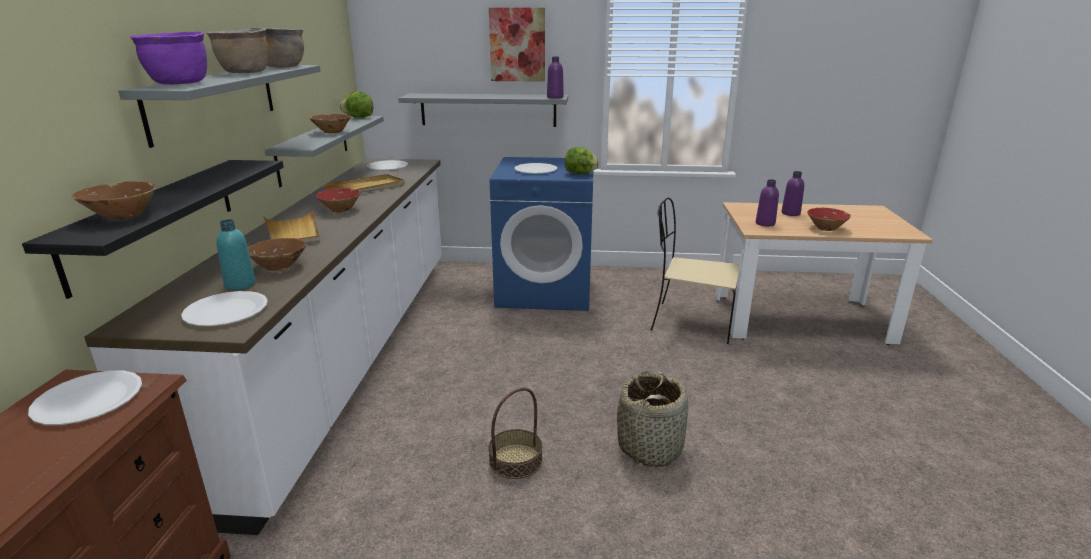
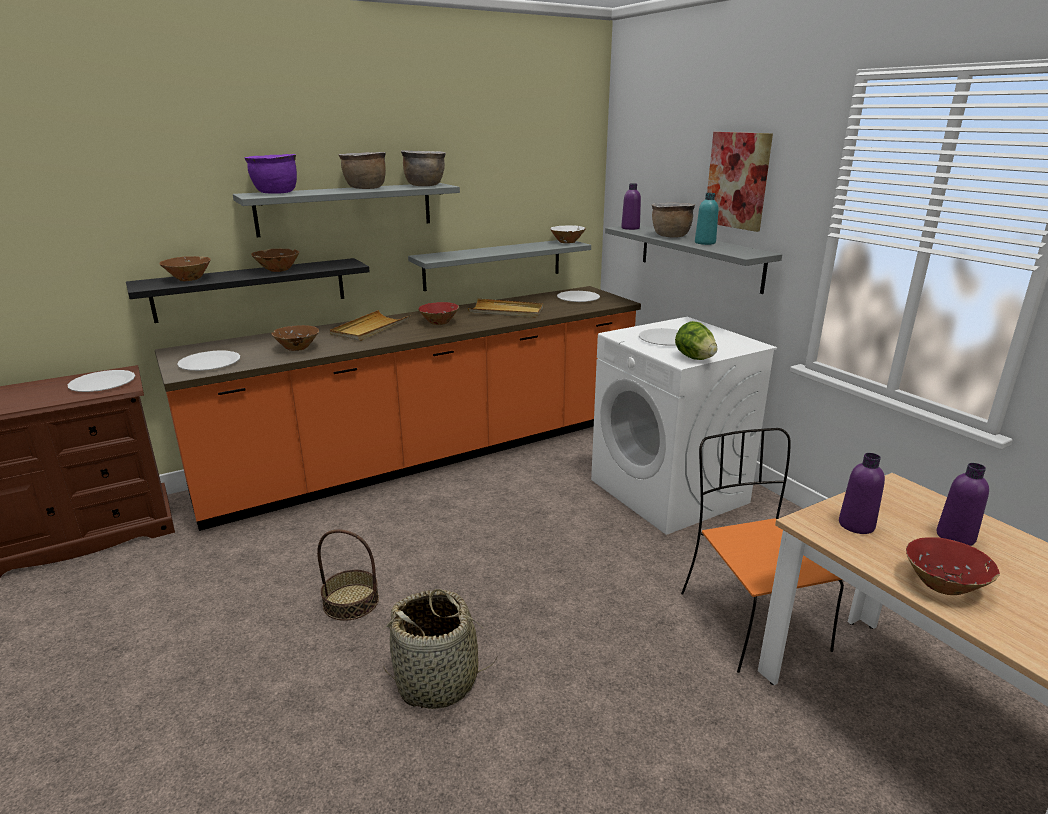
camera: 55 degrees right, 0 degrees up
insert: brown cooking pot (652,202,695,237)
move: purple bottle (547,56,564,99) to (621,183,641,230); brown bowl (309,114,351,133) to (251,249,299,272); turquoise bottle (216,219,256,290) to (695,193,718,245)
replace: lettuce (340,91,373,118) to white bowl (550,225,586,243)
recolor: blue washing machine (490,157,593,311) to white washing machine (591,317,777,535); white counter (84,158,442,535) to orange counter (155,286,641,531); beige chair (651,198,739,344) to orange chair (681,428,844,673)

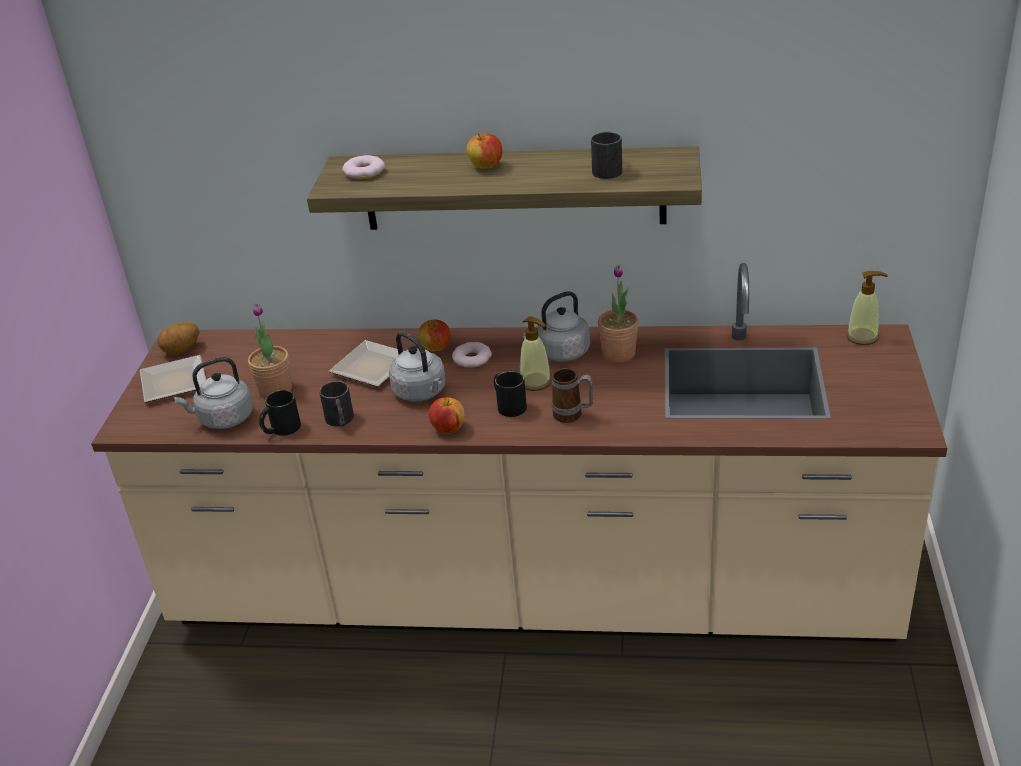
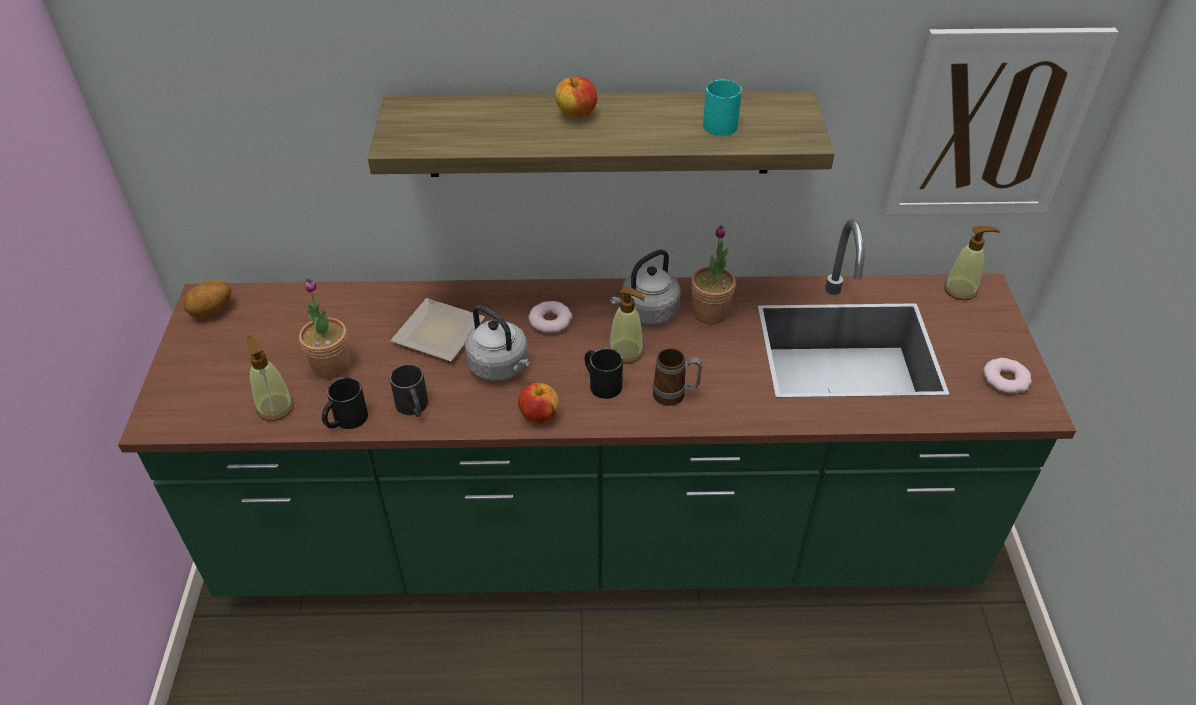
camera: 10 degrees left, 10 degrees up
delete: apple (418,320,450,351); plate (140,355,206,403)
insert: picture (883,28,1118,216)
move: donut (342,155,385,179) to (983,358,1032,394)
replace: grey kettle (174,357,253,429) to soap dispenser (246,335,294,421)
recolor: black mug (591,132,622,179) to turquoise mug (703,79,742,136); beige counter (91,263,947,642) to green counter (118,219,1076,597)

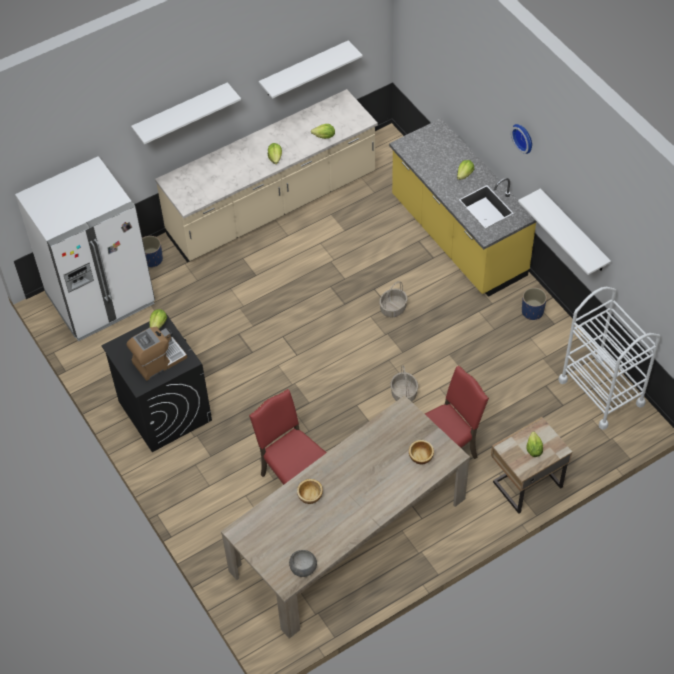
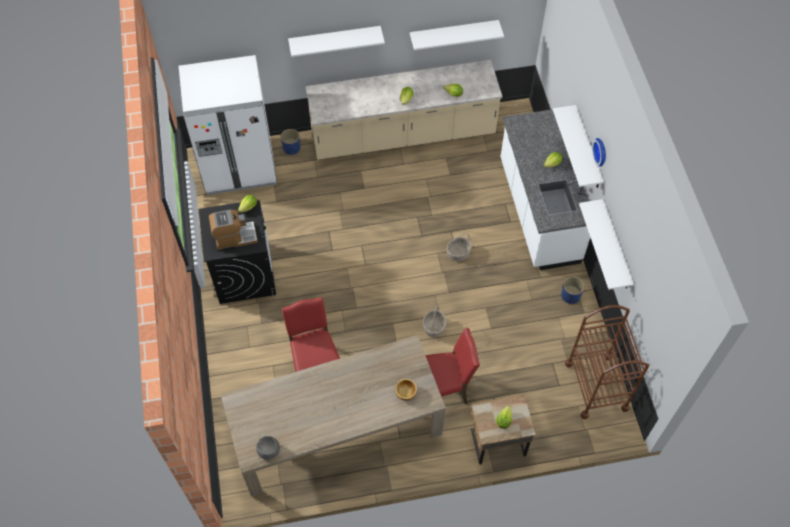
camera: 20 degrees right, 5 degrees up
delete: bowl (297,479,323,504)
insert: white shelf (553,105,604,188)
recolor: yellow counter (389,118,537,297) to white counter (500,109,590,270); white cart (558,287,661,430) to brown cart (565,305,649,419)

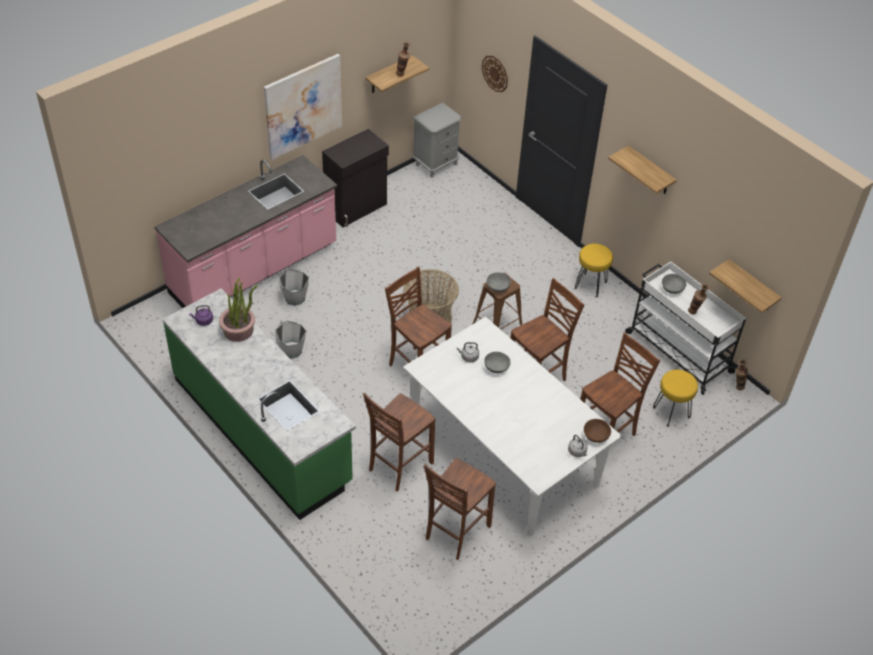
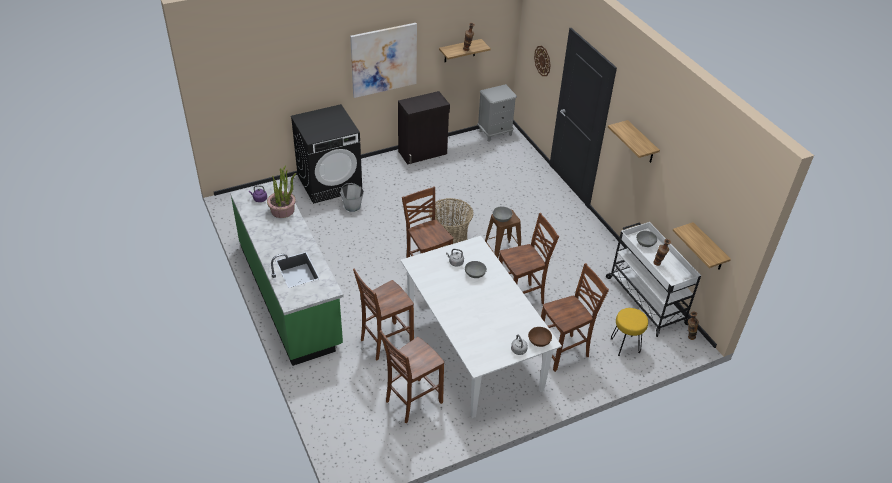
camera: 15 degrees right, 5 degrees down
delete: yellow stool (575,244,613,297); grey bucket (275,321,306,359)
replace: pink counter (155,155,337,308) to black washing machine (291,104,362,204)

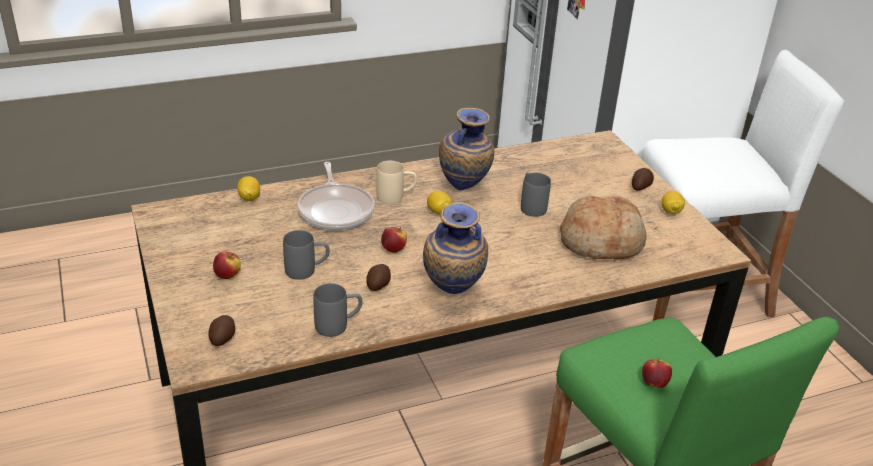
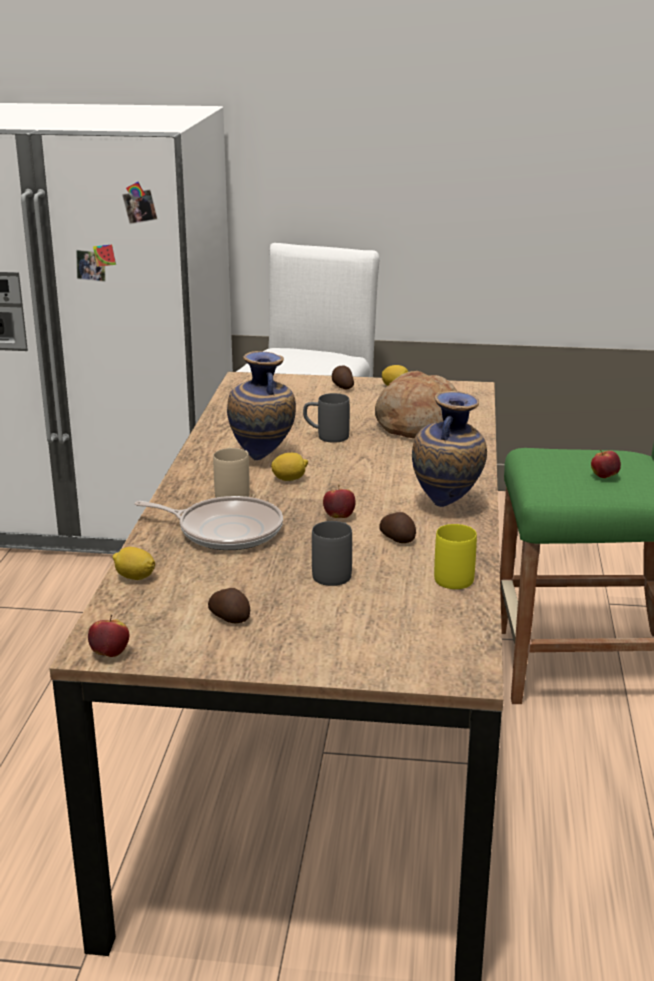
camera: 60 degrees left, 10 degrees down
move: apple (213,252,241,279) to (88,615,129,657); potato (208,315,235,346) to (208,588,250,623)
recolor: grey mug (313,283,362,337) to yellow mug (434,524,477,589)

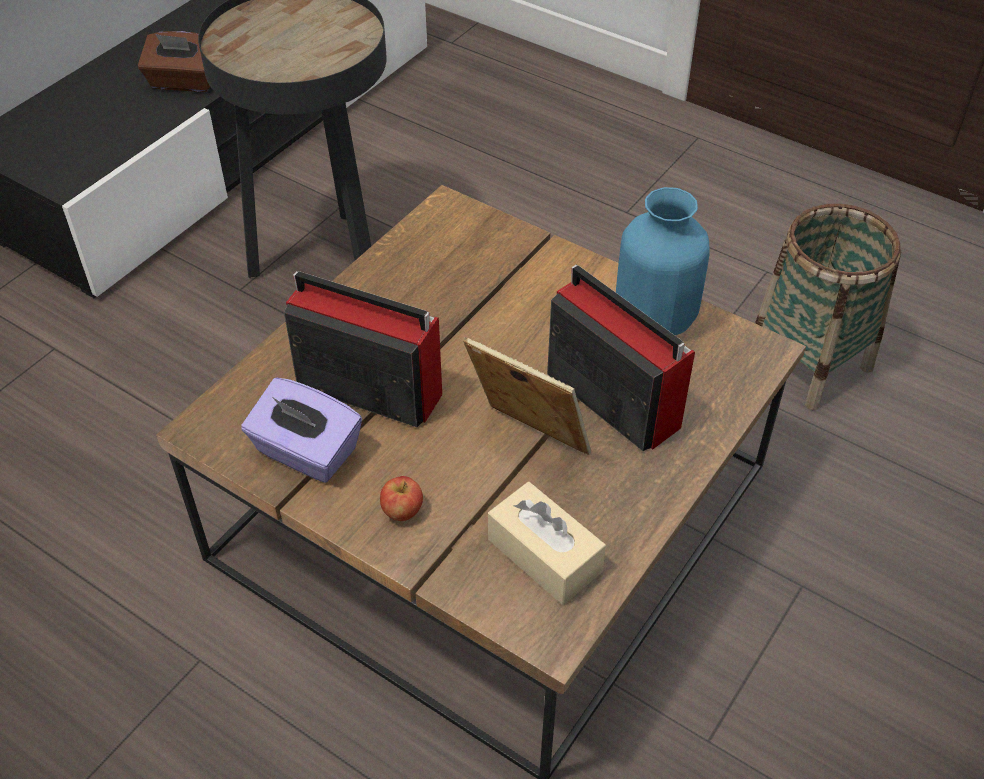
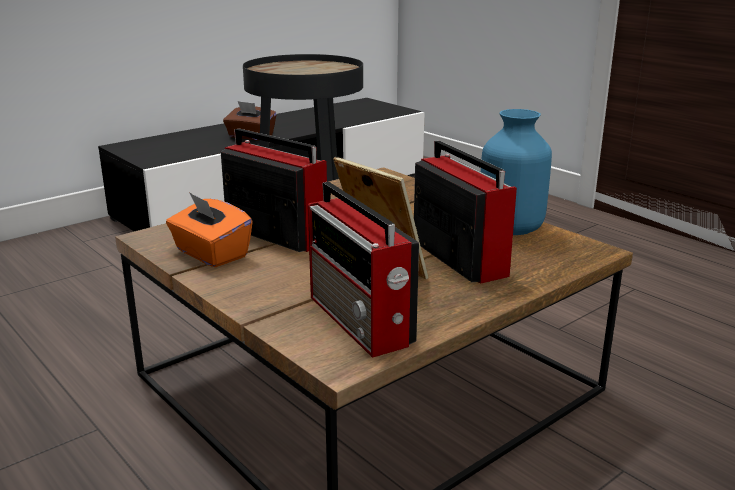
camera: 15 degrees right, 25 degrees down
delete: basket (755,204,902,410); apple (380,476,423,521)
replace: beige tissue box (488,482,606,605) to radio (308,182,419,358)
recolor: purple tissue box (241,378,362,483) to orange tissue box (166,192,253,267)

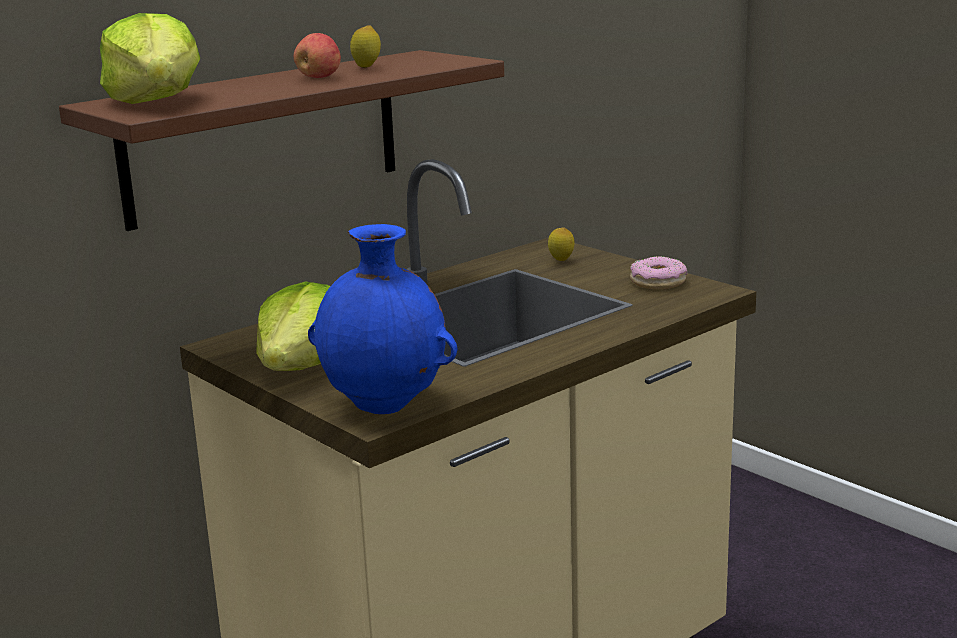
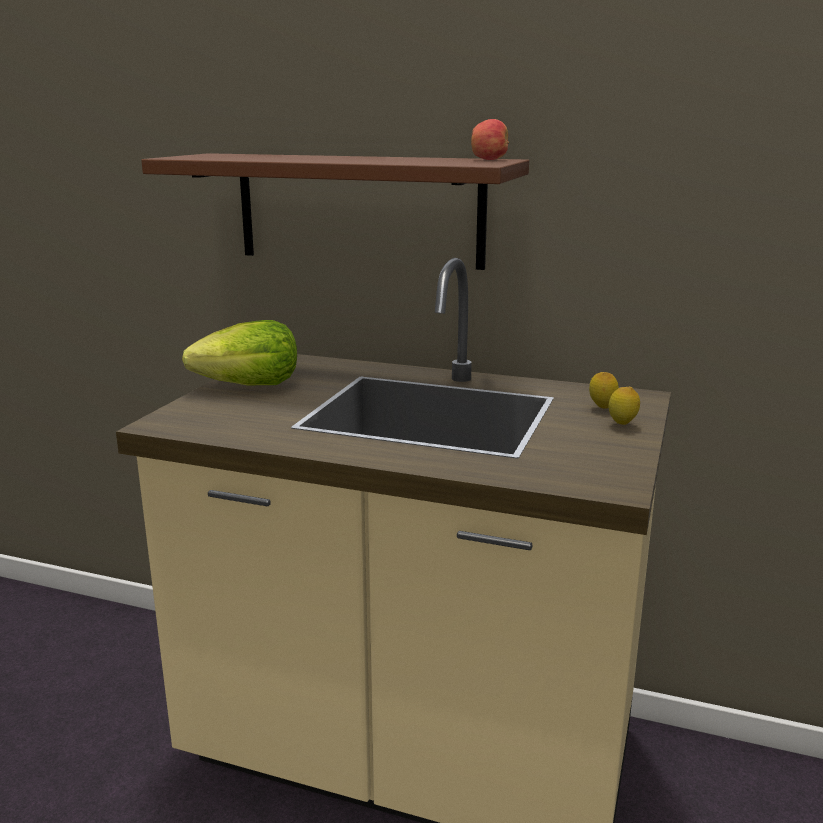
camera: 60 degrees right, 0 degrees up
delete: lettuce (100,13,200,104); blue vase (308,224,457,414); donut (630,256,687,289)
move: lemon (350,25,381,68) to (608,387,640,425); apple (294,33,341,78) to (471,119,509,160)

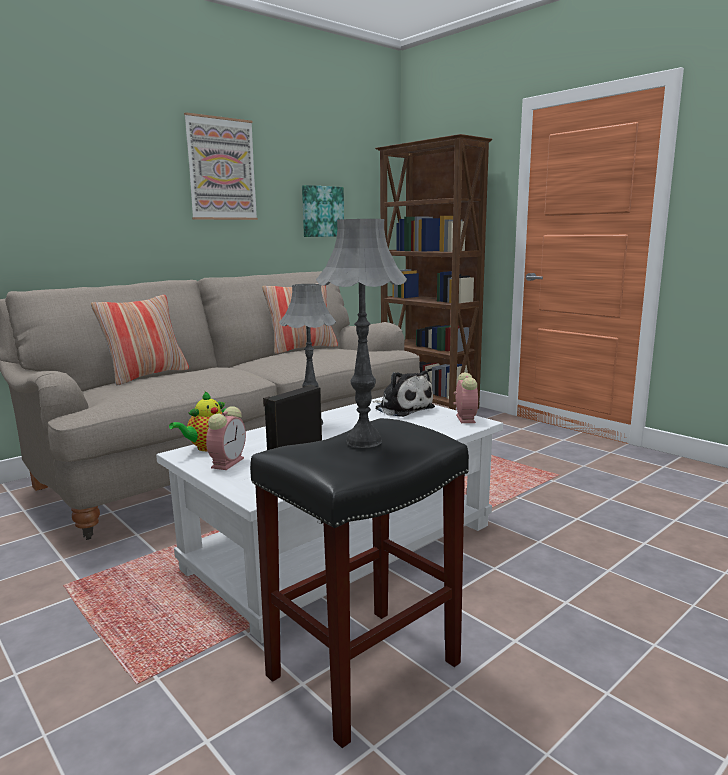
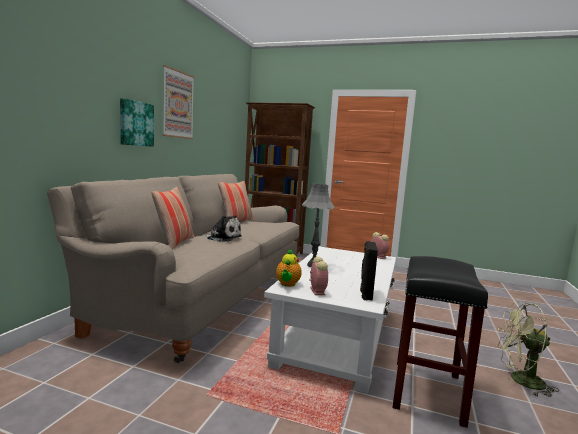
camera: 30 degrees left, 5 degrees down
delete: grey table lamp (316,219,407,448)
insert: green fan (497,301,559,397)
move: picture (302,185,344,237) to (120,98,154,147); plush toy (373,370,435,417) to (201,215,242,242)

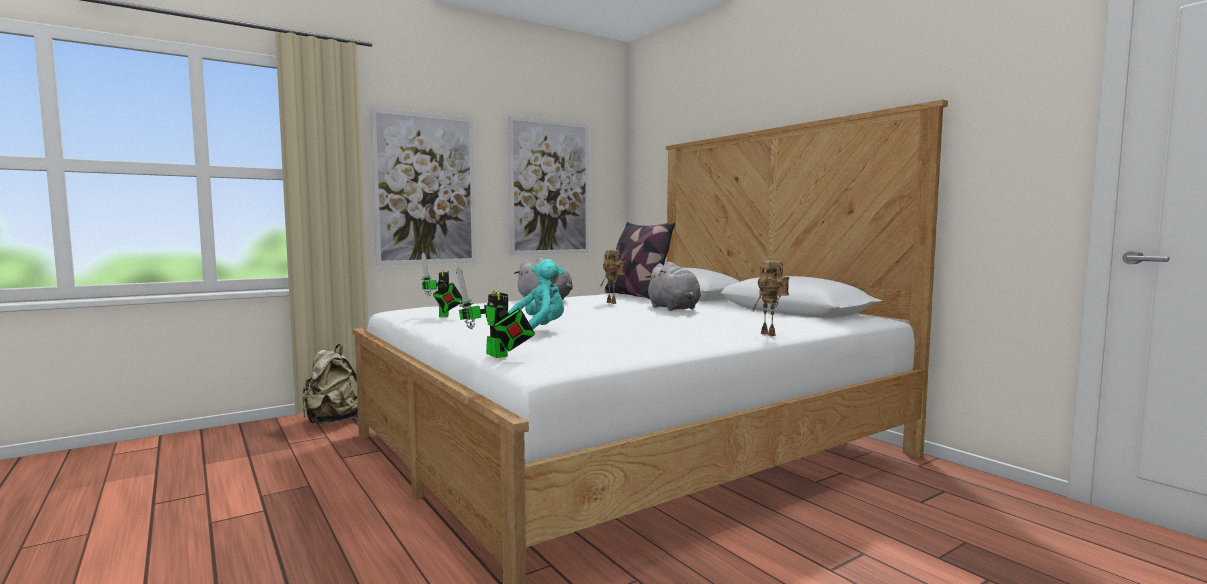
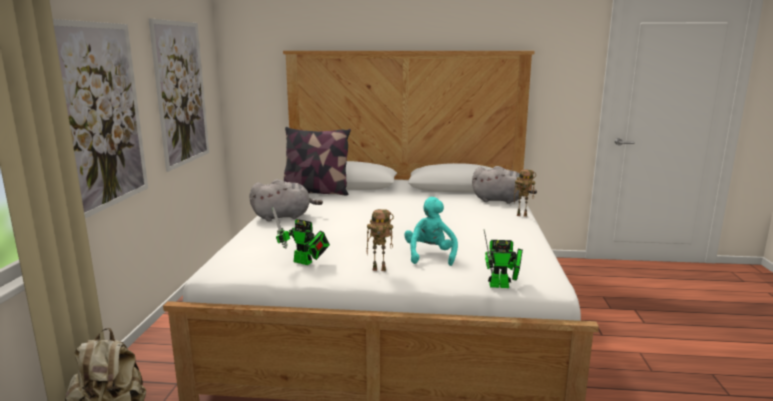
camera: 50 degrees left, 10 degrees up
move: toy robot (600,250,625,304) to (366,209,394,271); grey plush toy (645,262,701,311) to (472,166,537,204)

